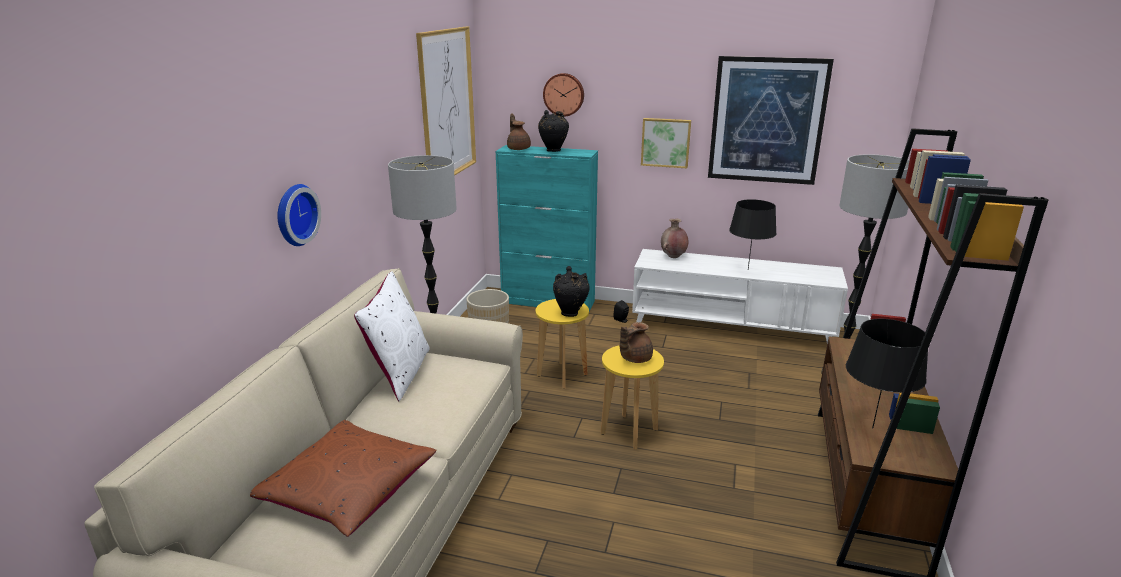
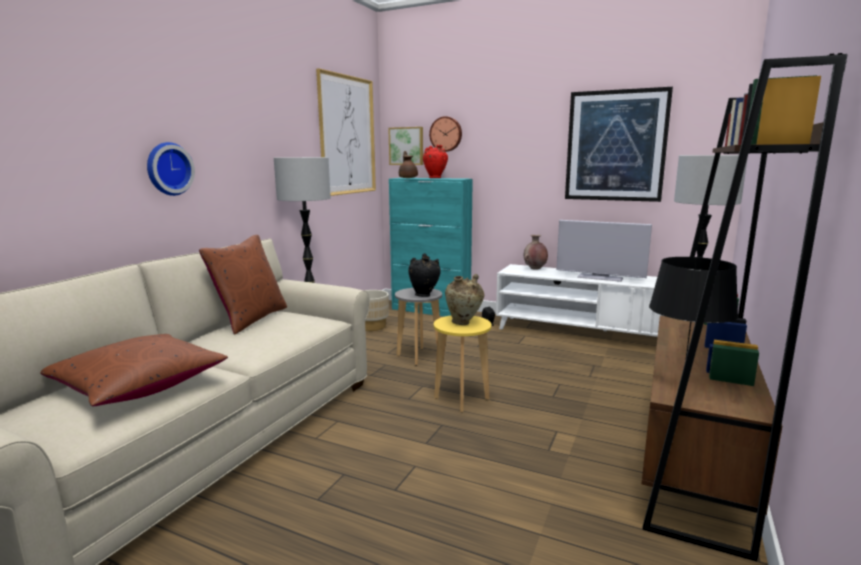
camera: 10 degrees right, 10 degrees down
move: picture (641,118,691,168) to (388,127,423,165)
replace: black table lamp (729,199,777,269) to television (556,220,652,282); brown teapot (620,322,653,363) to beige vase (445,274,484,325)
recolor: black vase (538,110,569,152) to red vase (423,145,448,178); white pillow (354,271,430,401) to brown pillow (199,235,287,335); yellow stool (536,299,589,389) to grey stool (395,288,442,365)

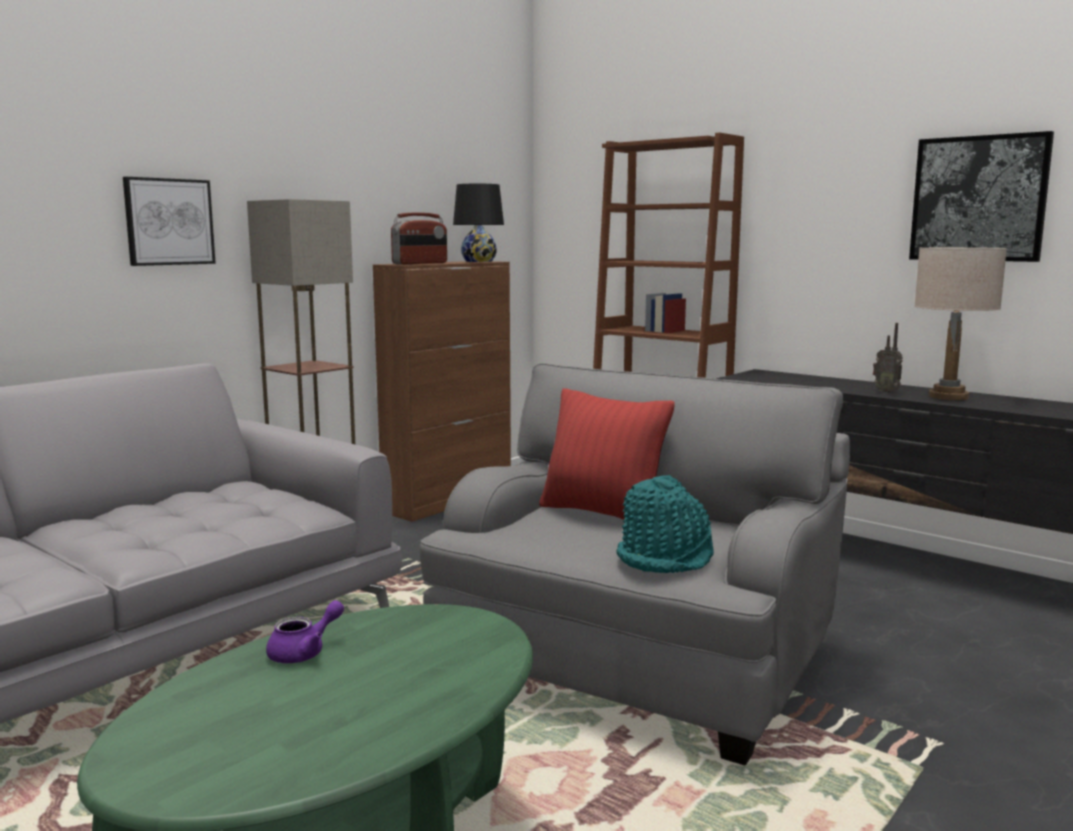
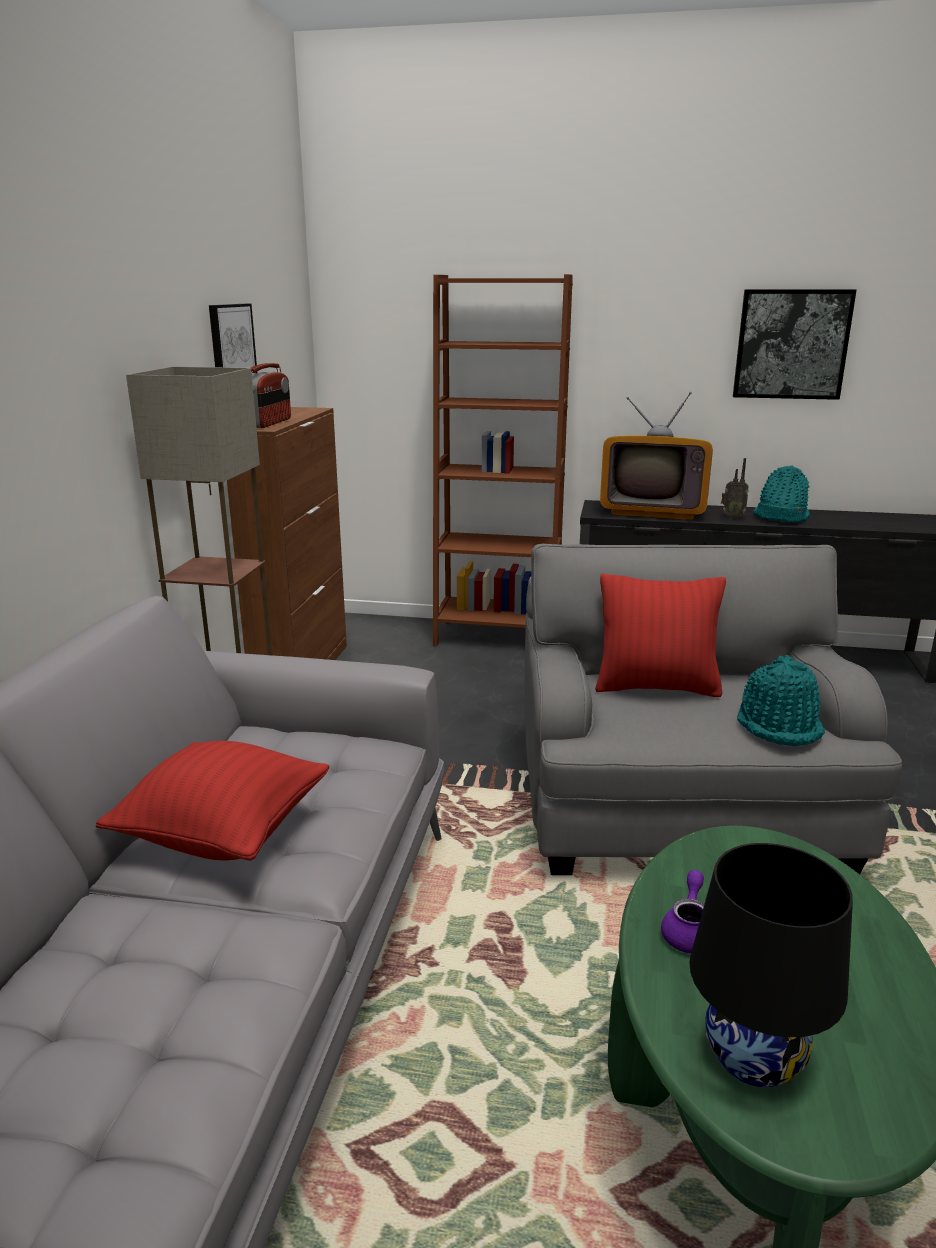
camera: 30 degrees left, 10 degrees up
insert: television (600,392,713,520); red pillow (96,741,329,861)
move: picture (123,177,216,266) to (209,304,257,375); black table lamp (453,184,504,262) to (689,843,853,1087)
replace: beige table lamp (914,247,1007,400) to turquoise hat (753,465,809,522)

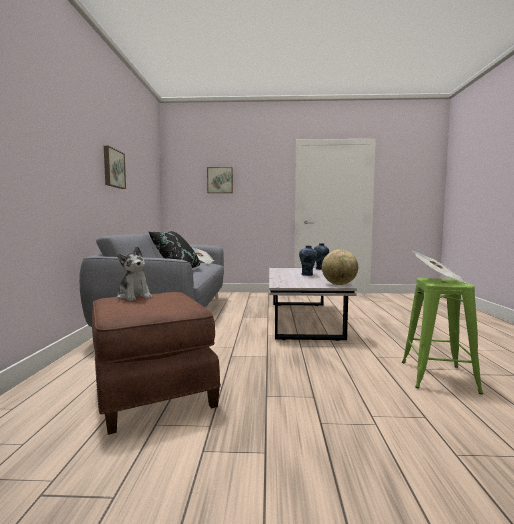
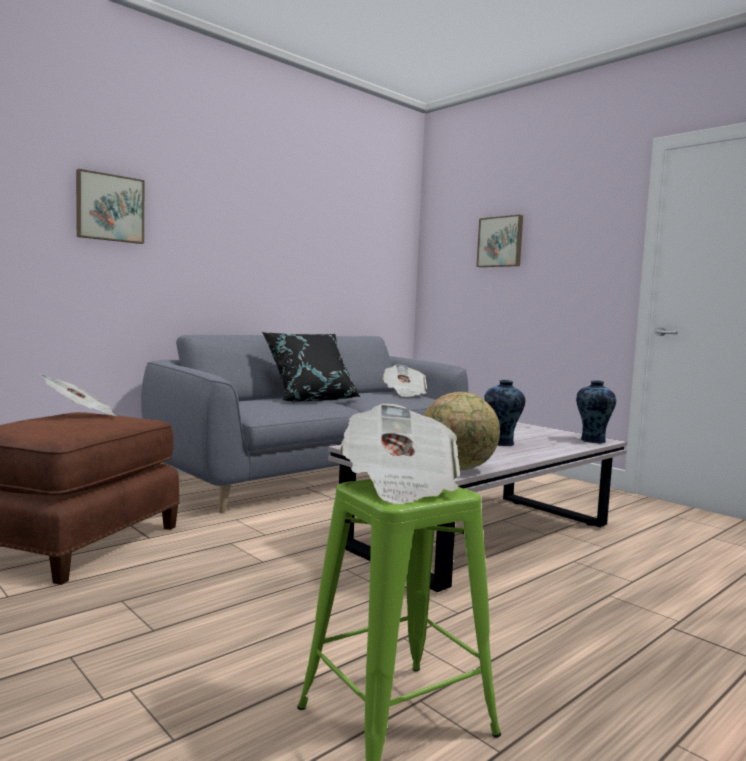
camera: 45 degrees right, 0 degrees up
move: picture (104,146,126,189) to (76,169,144,244)
replace: plush toy (117,246,152,301) to newspaper (39,374,116,416)

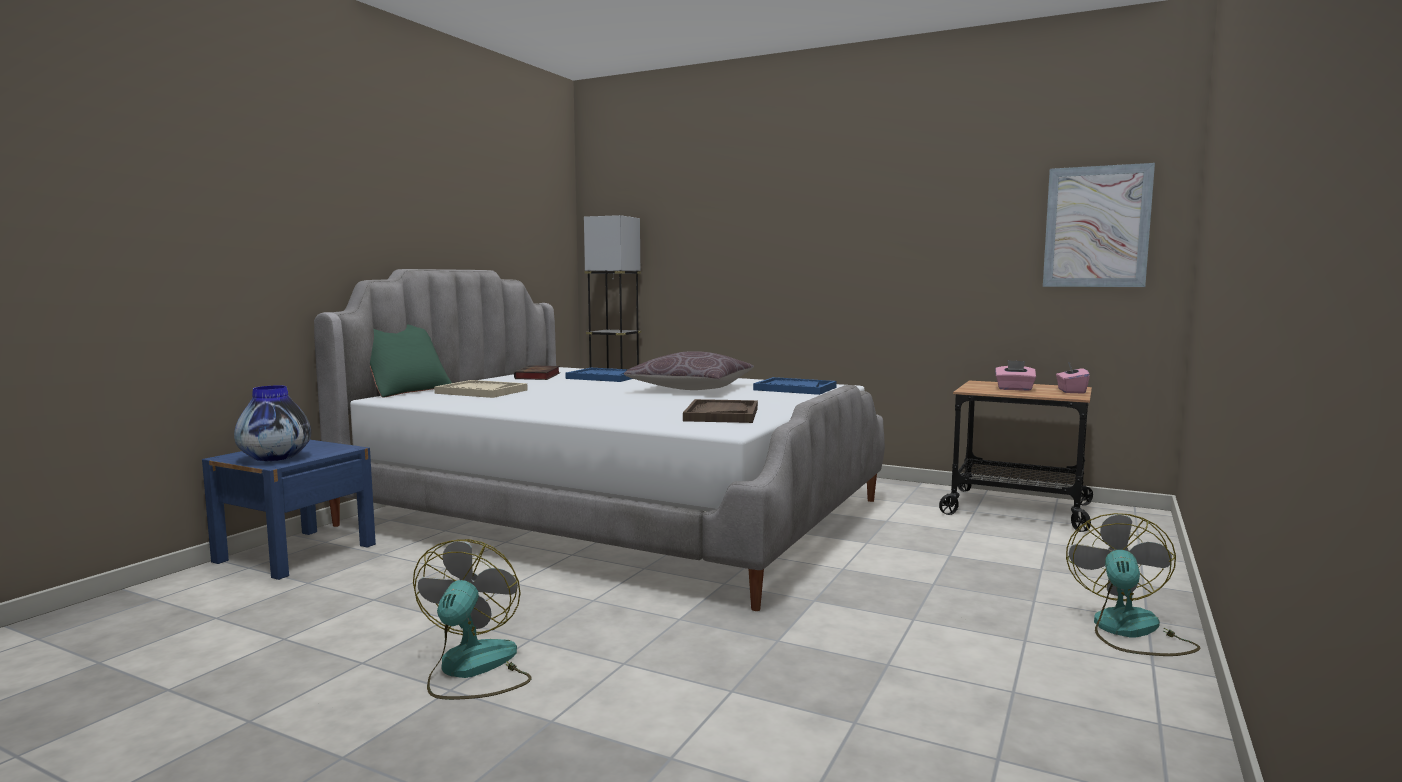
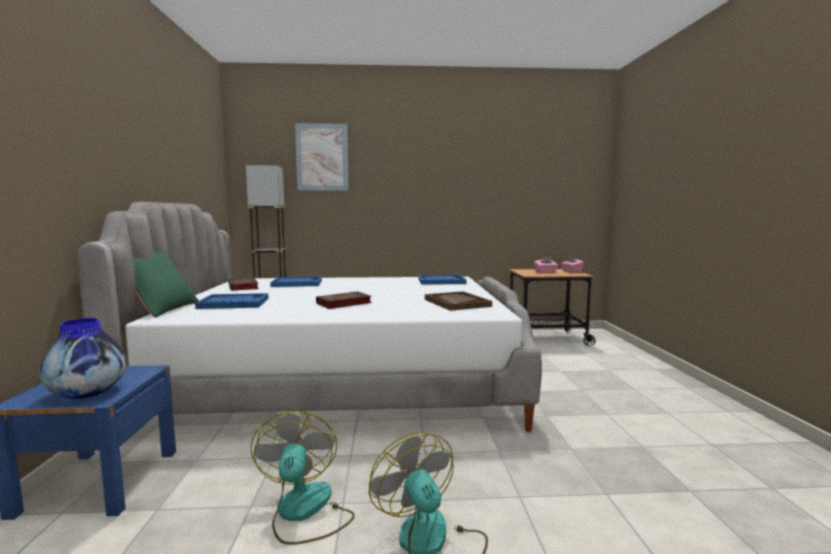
camera: 30 degrees left, 0 degrees up
delete: brown pillow (624,351,754,390)
insert: book (316,291,372,309)
move: picture (1043,163,1155,287) to (295,123,349,191); fan (1066,513,1200,656) to (250,411,355,545)
recolor: beige tray (434,380,528,398) to blue tray (195,293,269,309)

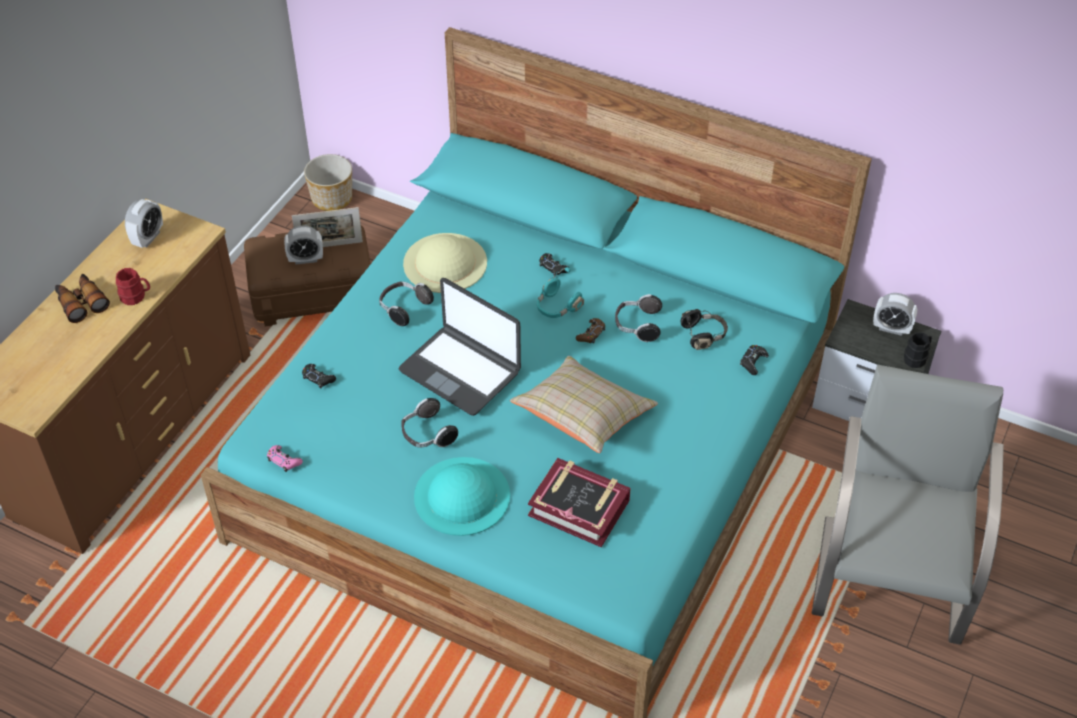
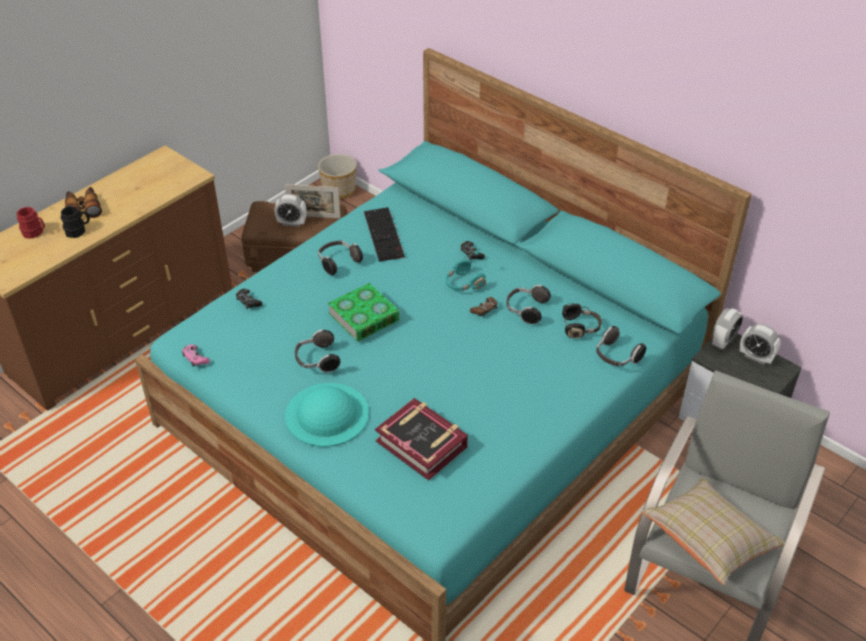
camera: 15 degrees right, 5 degrees down
move: alarm clock (125,199,163,248) to (712,308,743,349); red mug (116,268,150,305) to (16,207,45,239); black mug (904,332,932,368) to (61,206,90,238); beige pillow (510,356,658,453) to (641,477,785,585)
replace: beige hat (403,233,487,293) to keyboard (364,207,405,262); laptop (398,278,521,416) to book (328,283,400,342); black game controller (740,345,769,375) to headphones (596,326,646,366)

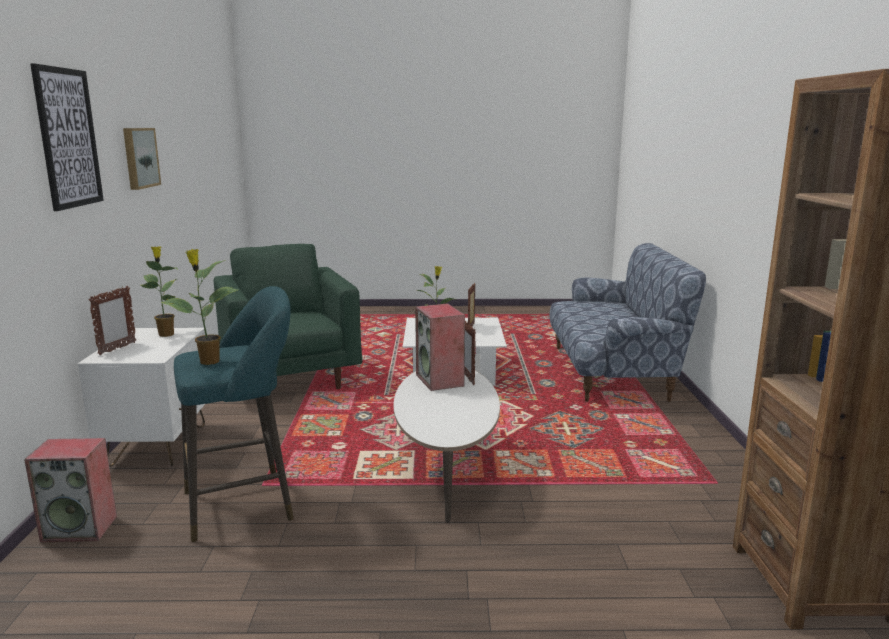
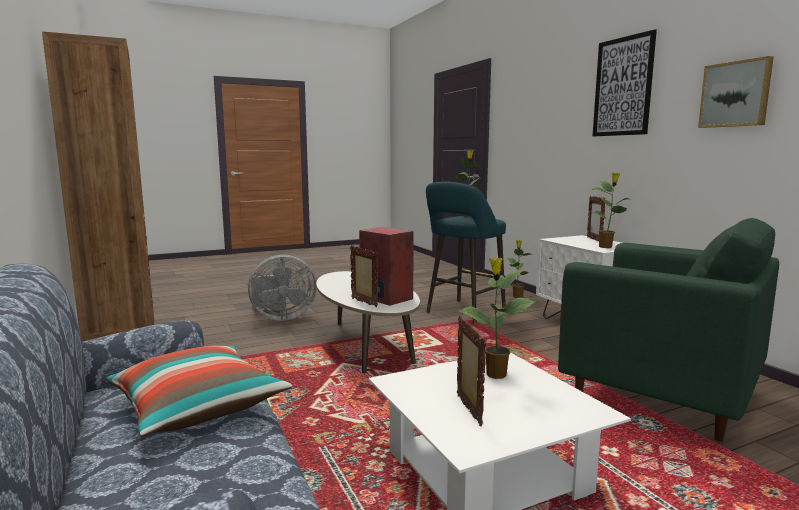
camera: 155 degrees right, 5 degrees down
insert: grey fan (248,254,316,321); pillow (106,346,293,437)
replace: speaker (24,438,117,542) to potted plant (506,240,533,298)

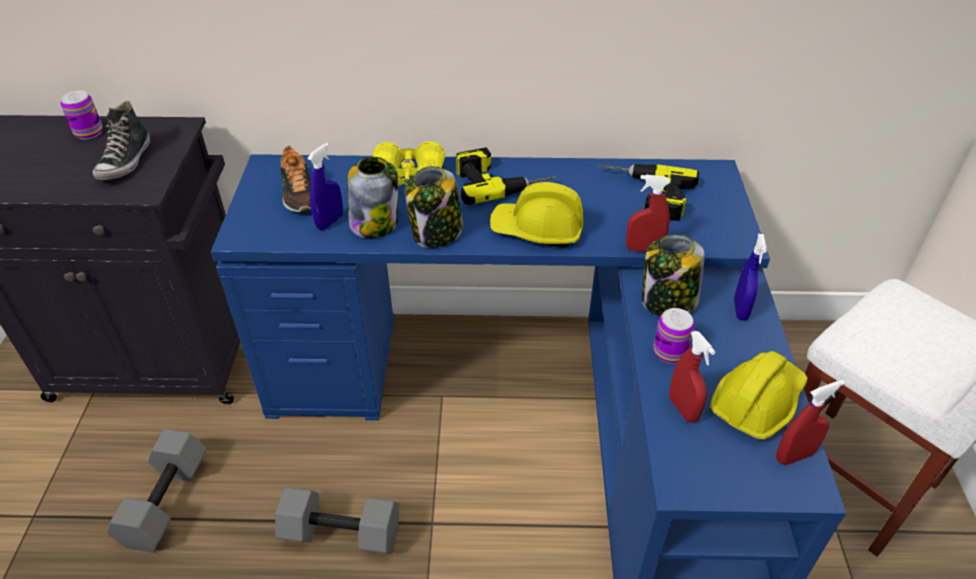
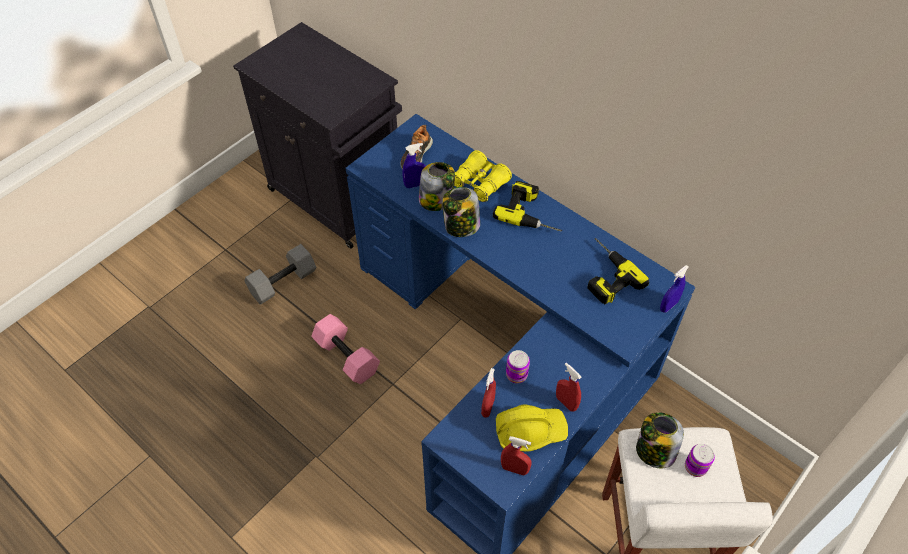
camera: 40 degrees right, 10 degrees up
delete: shoe (93,101,150,180); yellow hard hat (490,182,583,248)
move: can (60,90,103,139) to (685,444,715,477); red spray bottle (626,175,670,252) to (556,363,582,412); jar (642,234,705,316) to (636,412,684,468); blue spray bottle (734,234,767,321) to (660,265,689,313)
recolor: grey dumbbell (275,487,399,554) to pink dumbbell (311,314,380,384)

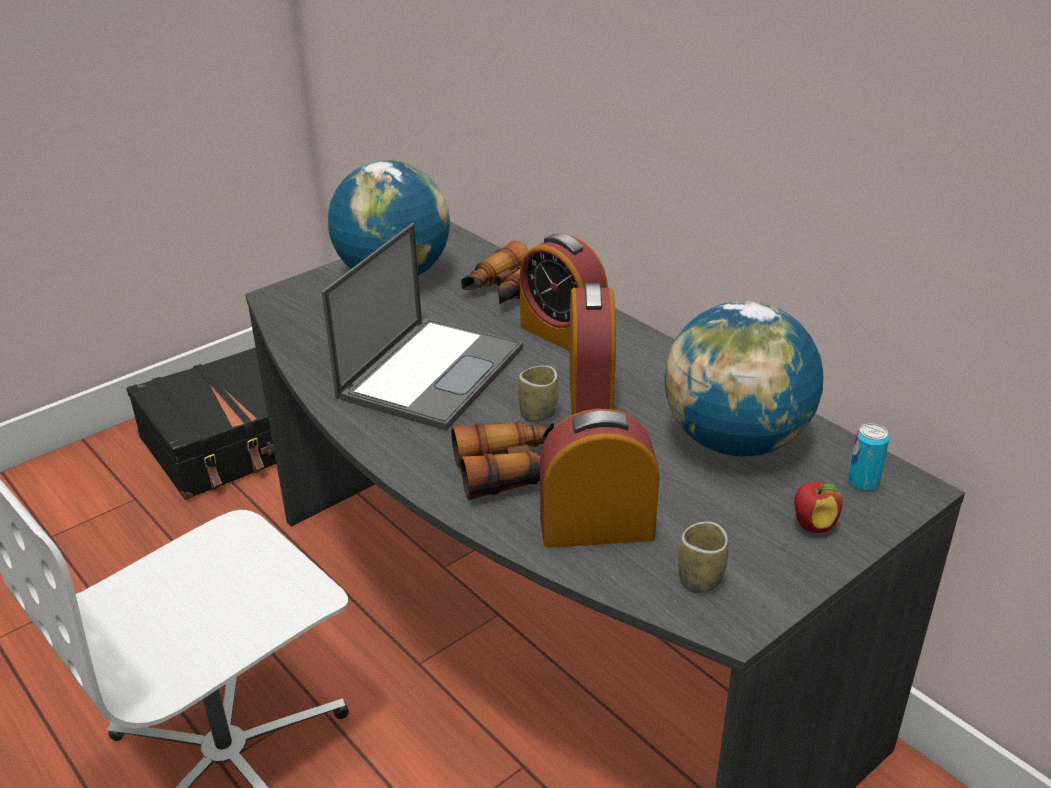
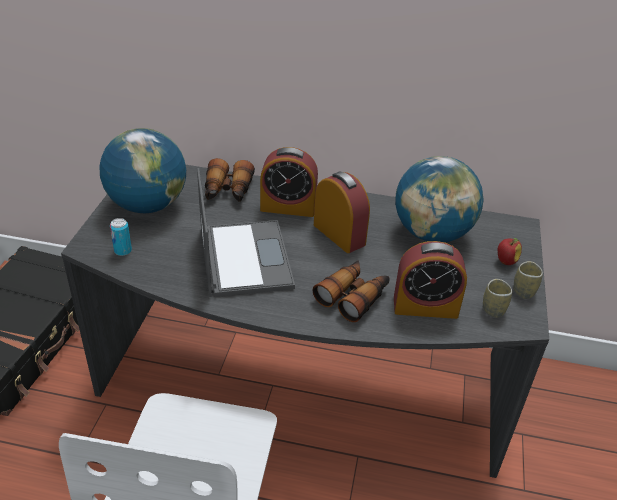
camera: 40 degrees left, 5 degrees up
move: cup (518,365,558,422) to (514,261,543,299); can (848,423,889,491) to (110,218,132,256)
rotate: alarm clock (540,409,659,548) = (394,241,467,319) 135 degrees counterclockwise

